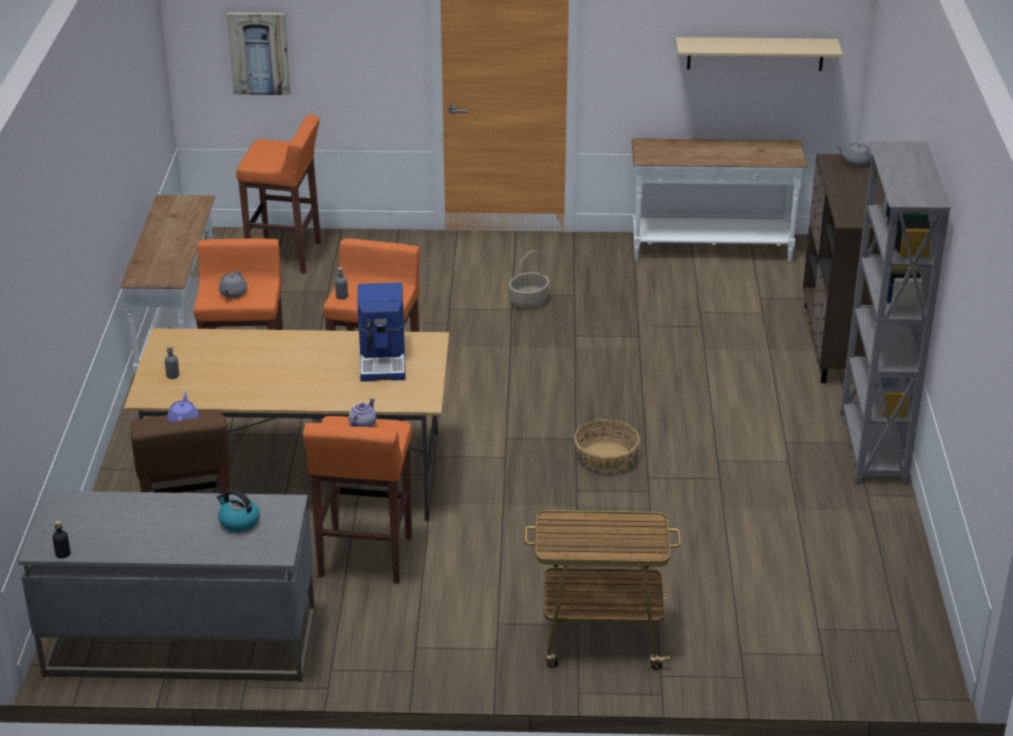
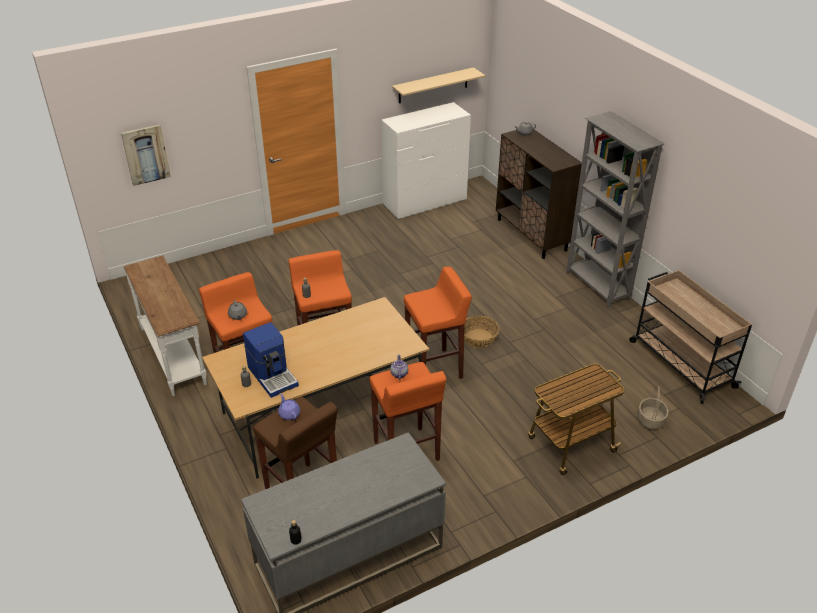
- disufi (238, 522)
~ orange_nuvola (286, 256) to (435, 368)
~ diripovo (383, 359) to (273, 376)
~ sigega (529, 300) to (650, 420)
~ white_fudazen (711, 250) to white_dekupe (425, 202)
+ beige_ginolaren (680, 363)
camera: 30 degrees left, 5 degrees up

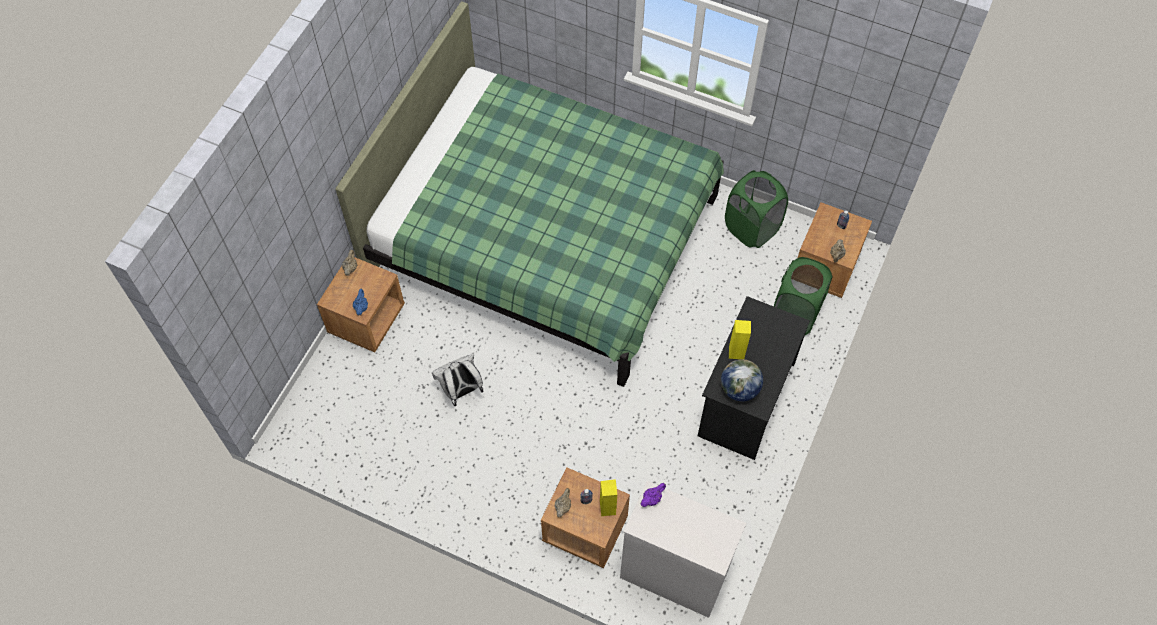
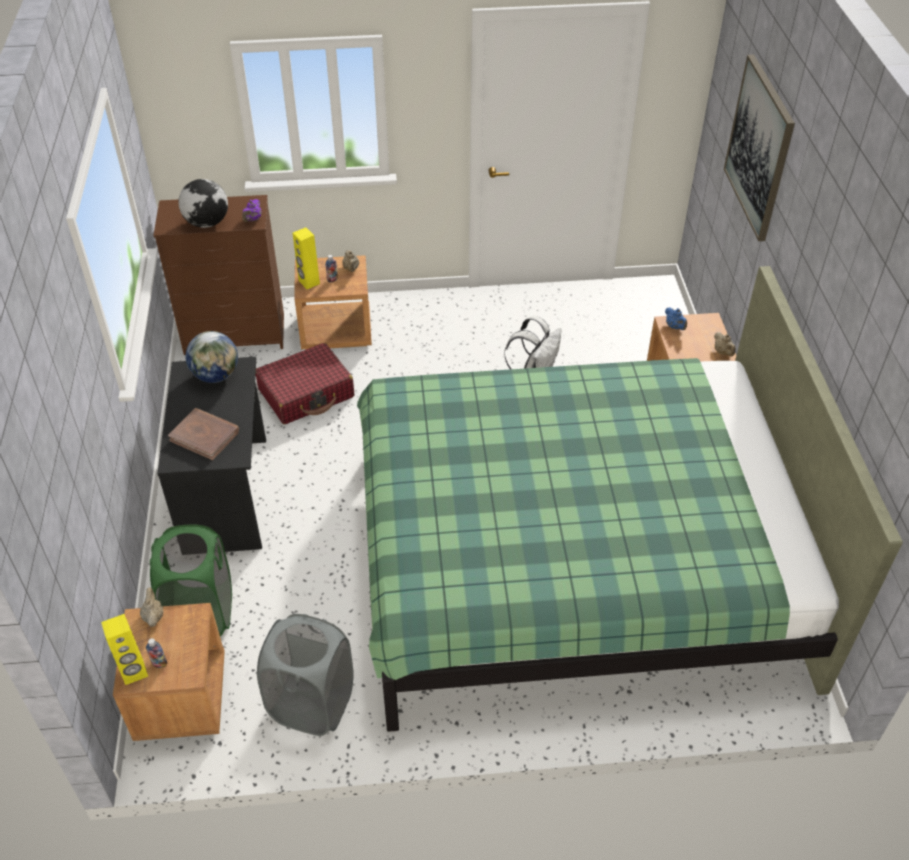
~ white_dekupe (673, 573) to brown_dekupe (236, 334)
~ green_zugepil (751, 228) to grey_zugepil (311, 704)
~ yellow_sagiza (736, 352) to (134, 672)
+ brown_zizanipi (205, 436)
+ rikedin (207, 223)
+ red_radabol (306, 393)
+ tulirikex (759, 147)
camera: 150 degrees right, 15 degrees down

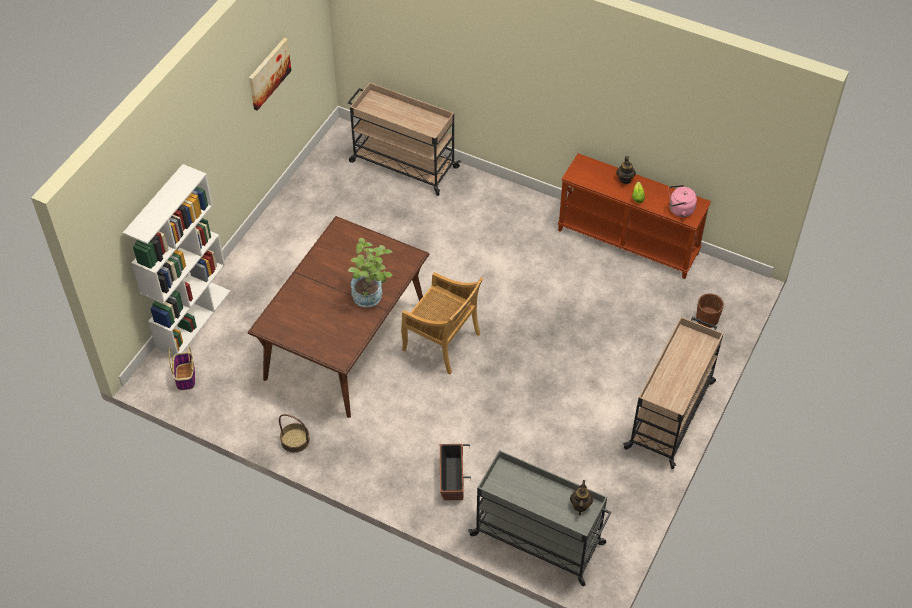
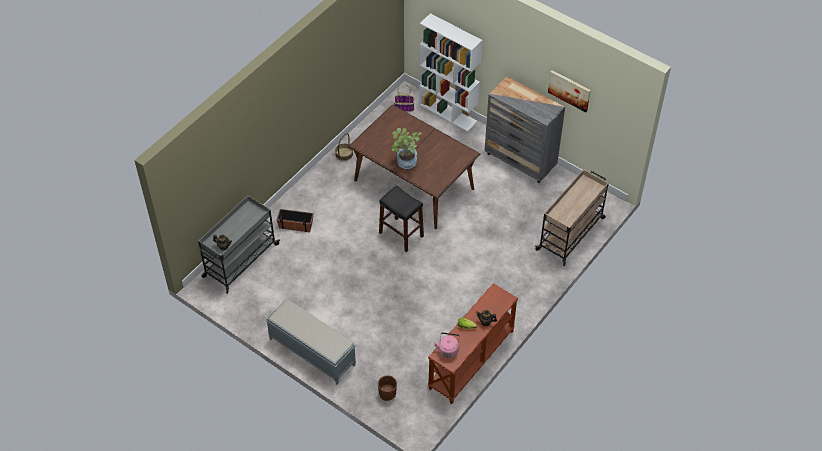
~ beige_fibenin (442, 343) to black_nuvola (401, 234)
~ beige_ginolaren (671, 414) to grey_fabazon (311, 351)
+ grey_dekupe (520, 160)
camera: 100 degrees right, 0 degrees up

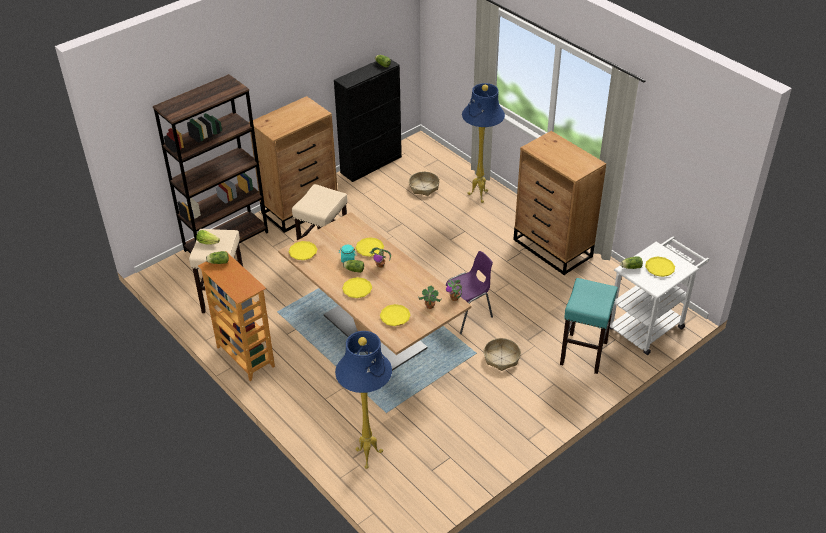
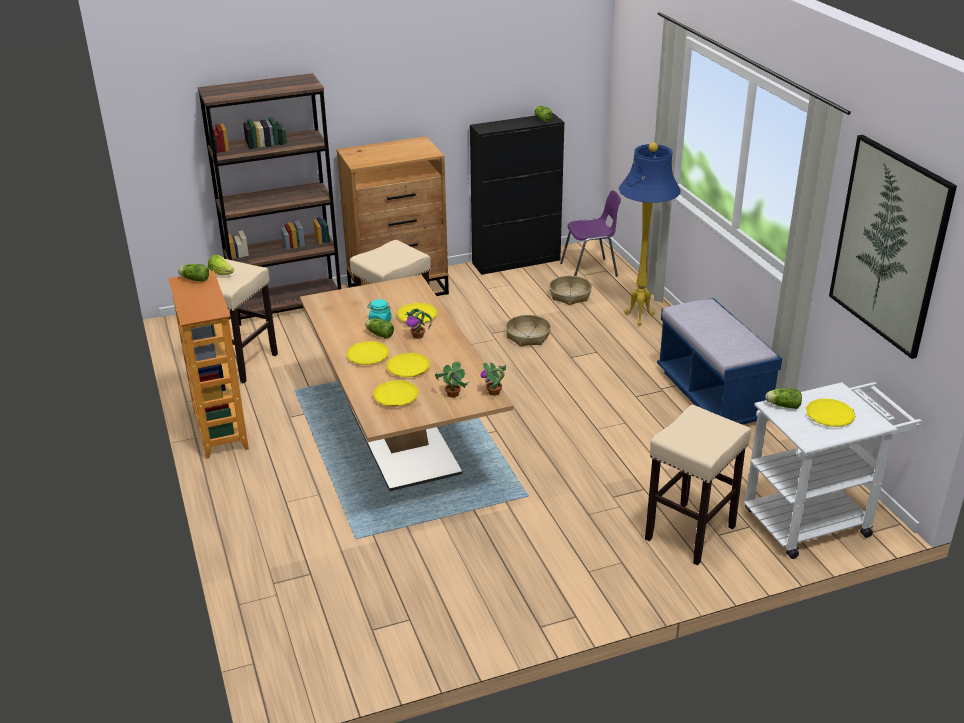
~ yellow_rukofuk (303, 252) to (408, 368)
- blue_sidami (369, 456)
~ purple_fibenin (467, 314) to (590, 270)
~ sigega (501, 358) to (528, 336)
~ brown_dekupe (553, 248) to blue_fabazon (712, 395)
~ turquoise_nuvola (583, 353) to beige_nuvola (689, 533)
+ tulirikex (889, 245)
camera: 20 degrees right, 10 degrees down

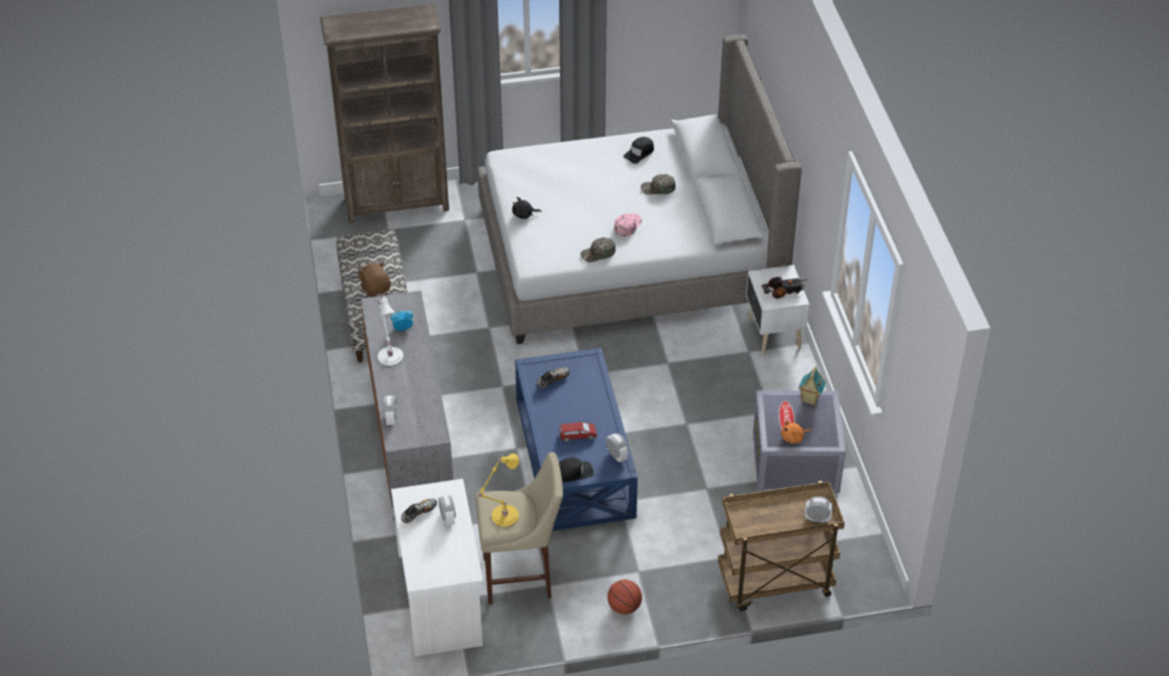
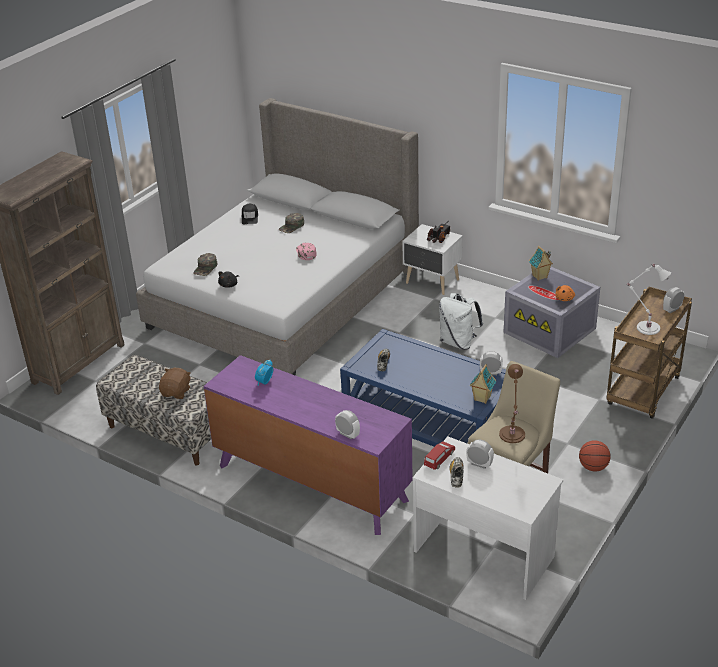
~ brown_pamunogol (375, 288) = (176, 392) 90 degrees clockwise
~ grey_dekupe (410, 442) to purple_dekupe (311, 482)
~ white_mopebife (390, 355) to (646, 327)
~ yellow_mopebife (503, 517) to brown_mopebife (512, 436)
~ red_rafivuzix (578, 435) to (439, 459)
~ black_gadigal (573, 472) to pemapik (481, 399)
~ green_gadigal (598, 253) to (205, 268)
+ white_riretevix (458, 342)
camera: 45 degrees left, 10 degrees down

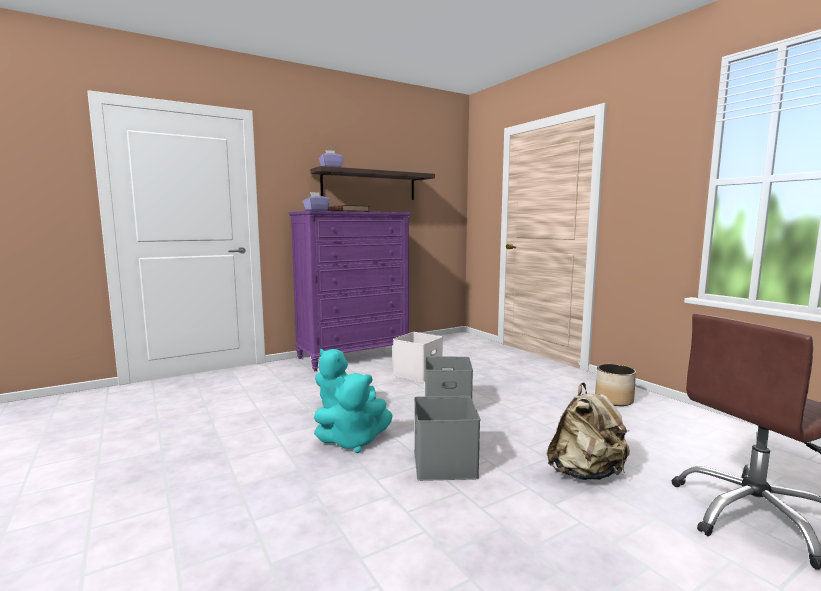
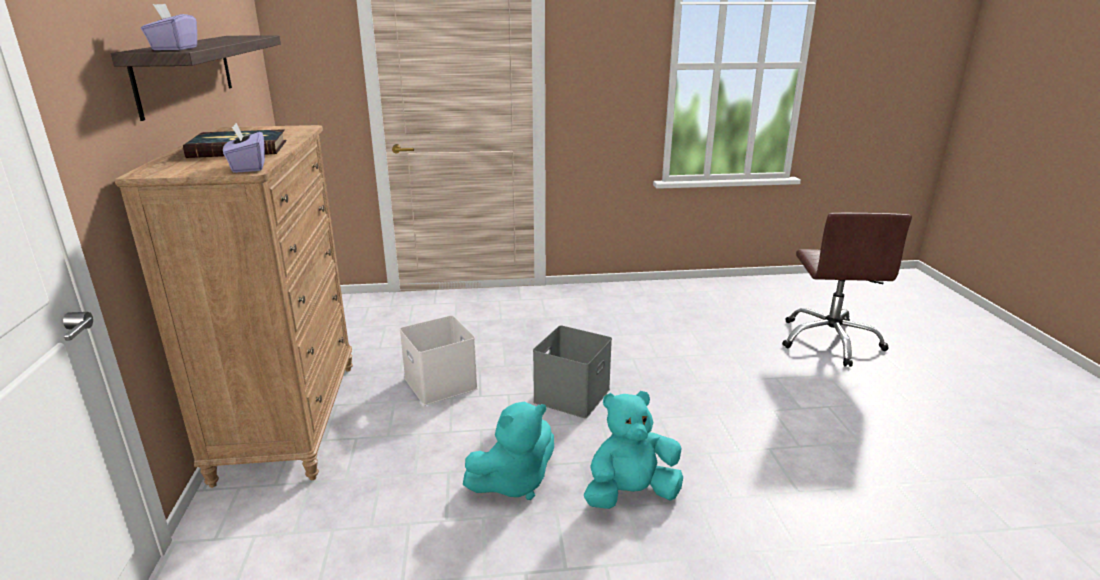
~ purple_dekupe (354, 356) to brown_dekupe (288, 419)
~ turquoise_pamunogol (353, 442) = (631, 494) 120 degrees counterclockwise
- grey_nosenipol (443, 462)
- beige_riretevix (586, 473)
- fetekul (614, 400)
camera: 65 degrees left, 15 degrees up

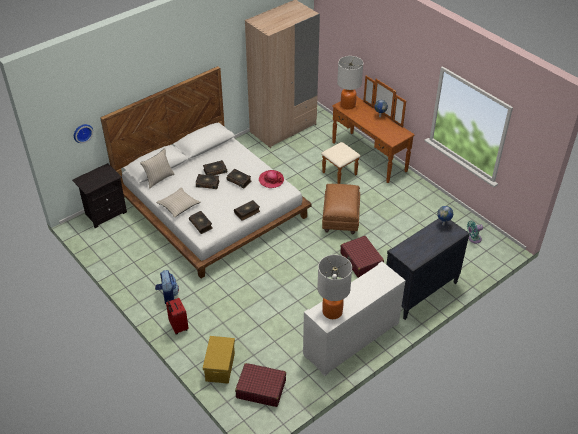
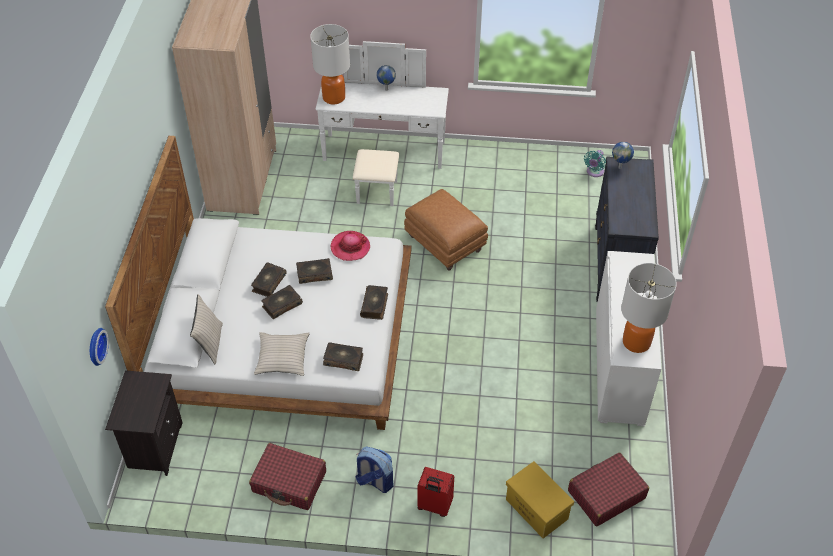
~ brown_dekupe (362, 161) to white_dekupe (383, 160)
~ red_radabol (361, 261) to (289, 482)
camera: 45 degrees left, 5 degrees up

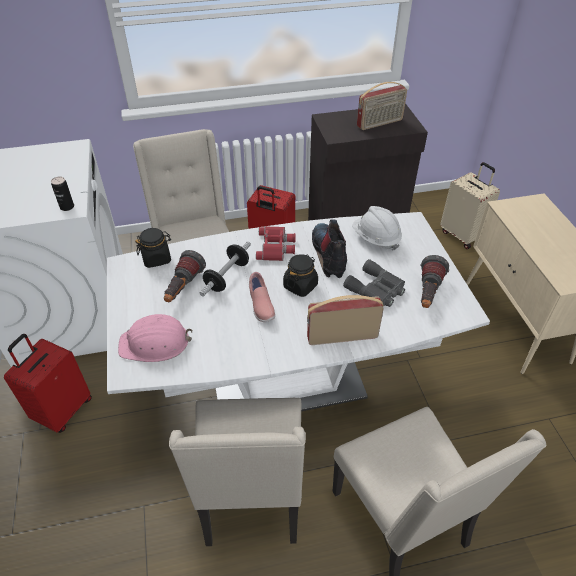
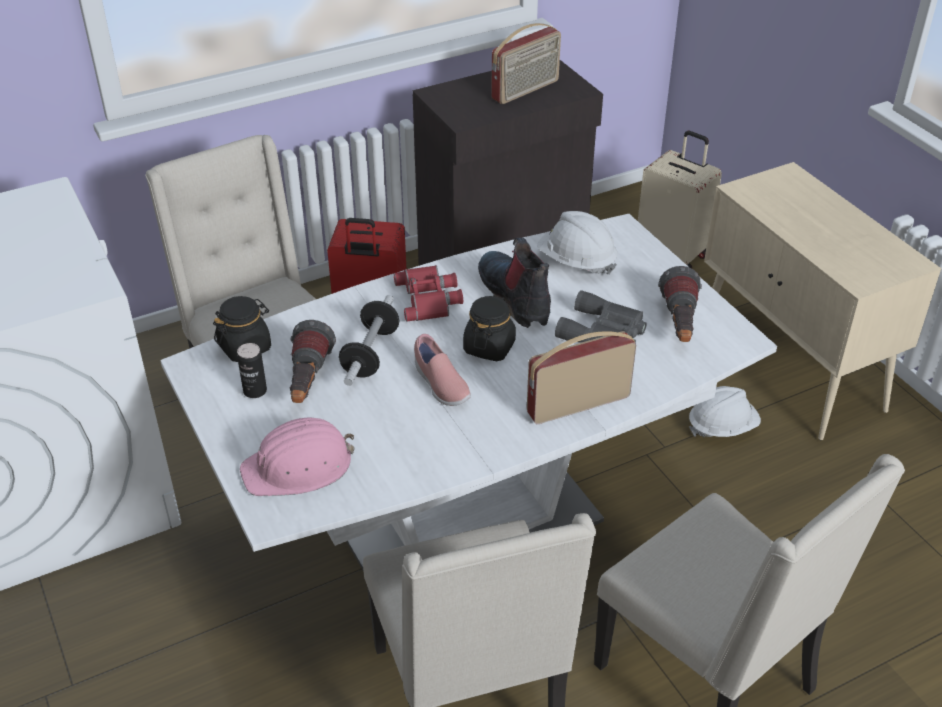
- red_radabol (62, 410)
~ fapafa (67, 207) to (255, 391)
+ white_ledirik (722, 427)
camera: 15 degrees left, 5 degrees down

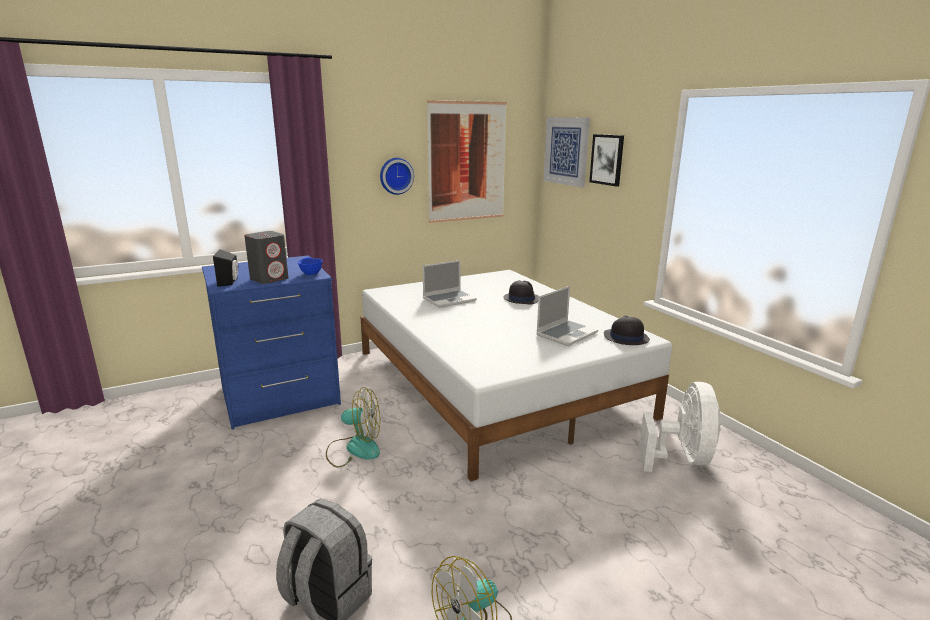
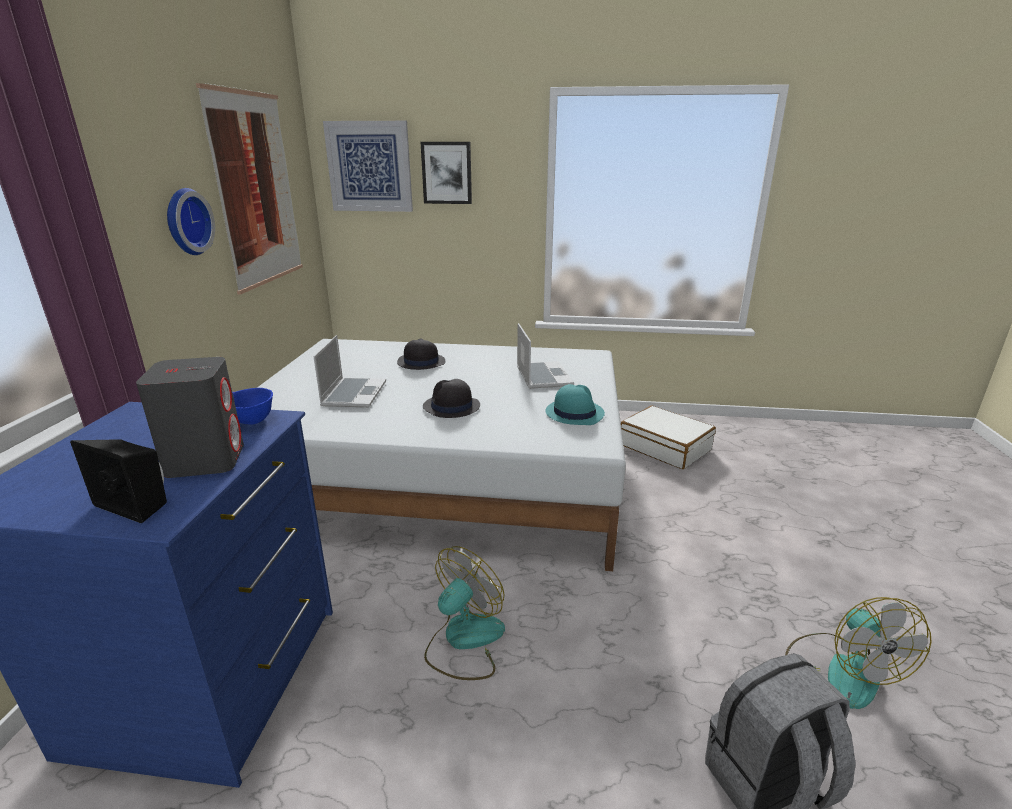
~ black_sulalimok (626, 337) to (451, 407)
~ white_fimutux (682, 458) to white_radabol (665, 447)
+ turquoise_sulalimok (574, 413)
camera: 55 degrees left, 5 degrees up

